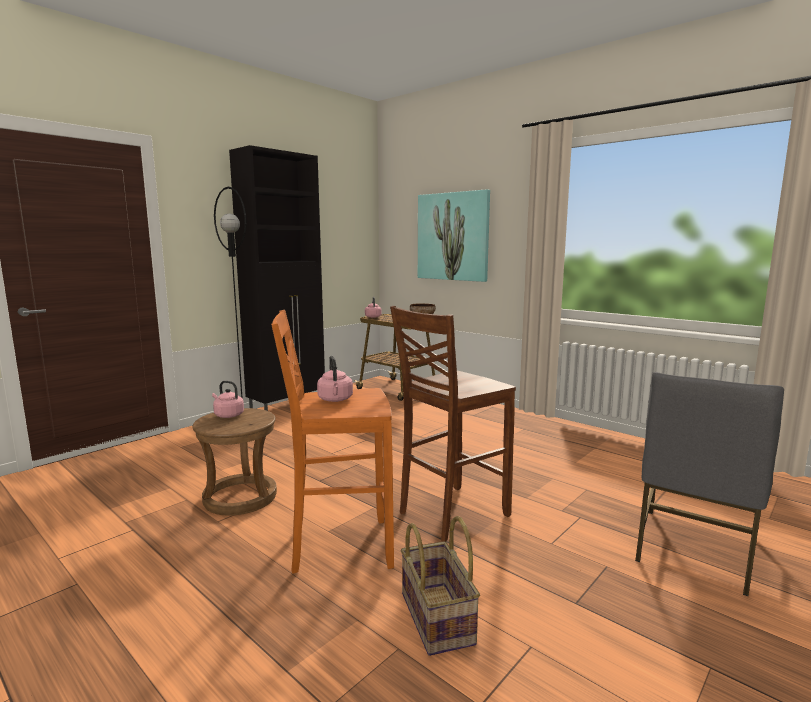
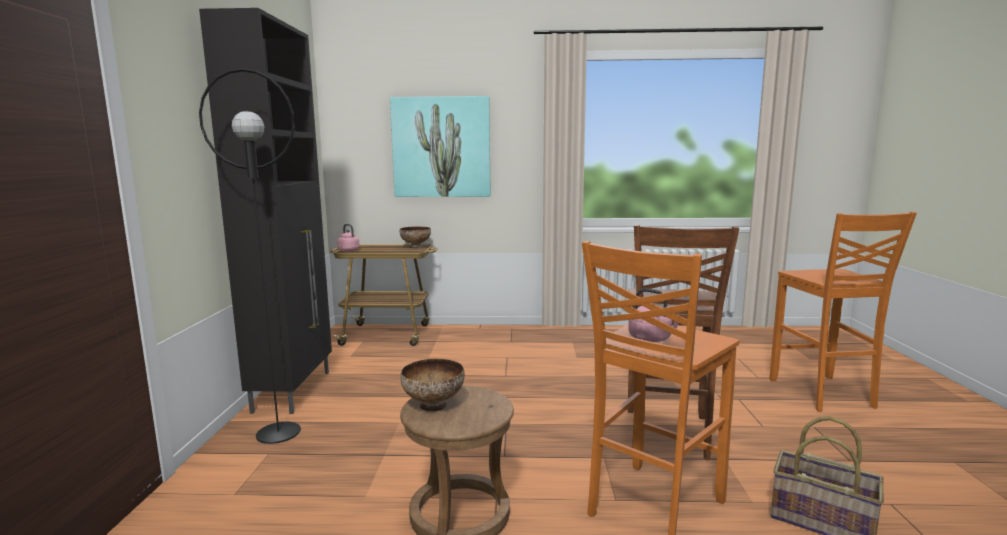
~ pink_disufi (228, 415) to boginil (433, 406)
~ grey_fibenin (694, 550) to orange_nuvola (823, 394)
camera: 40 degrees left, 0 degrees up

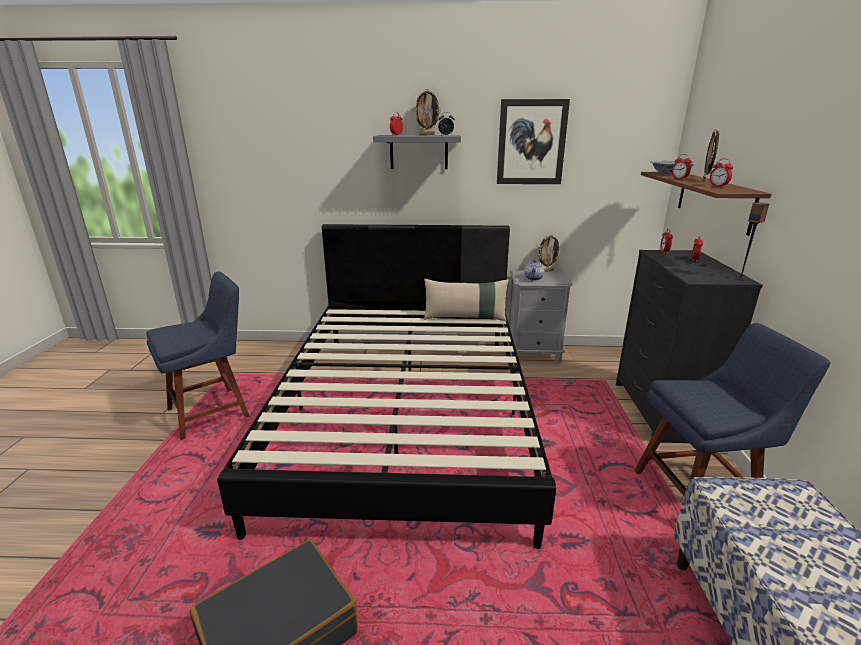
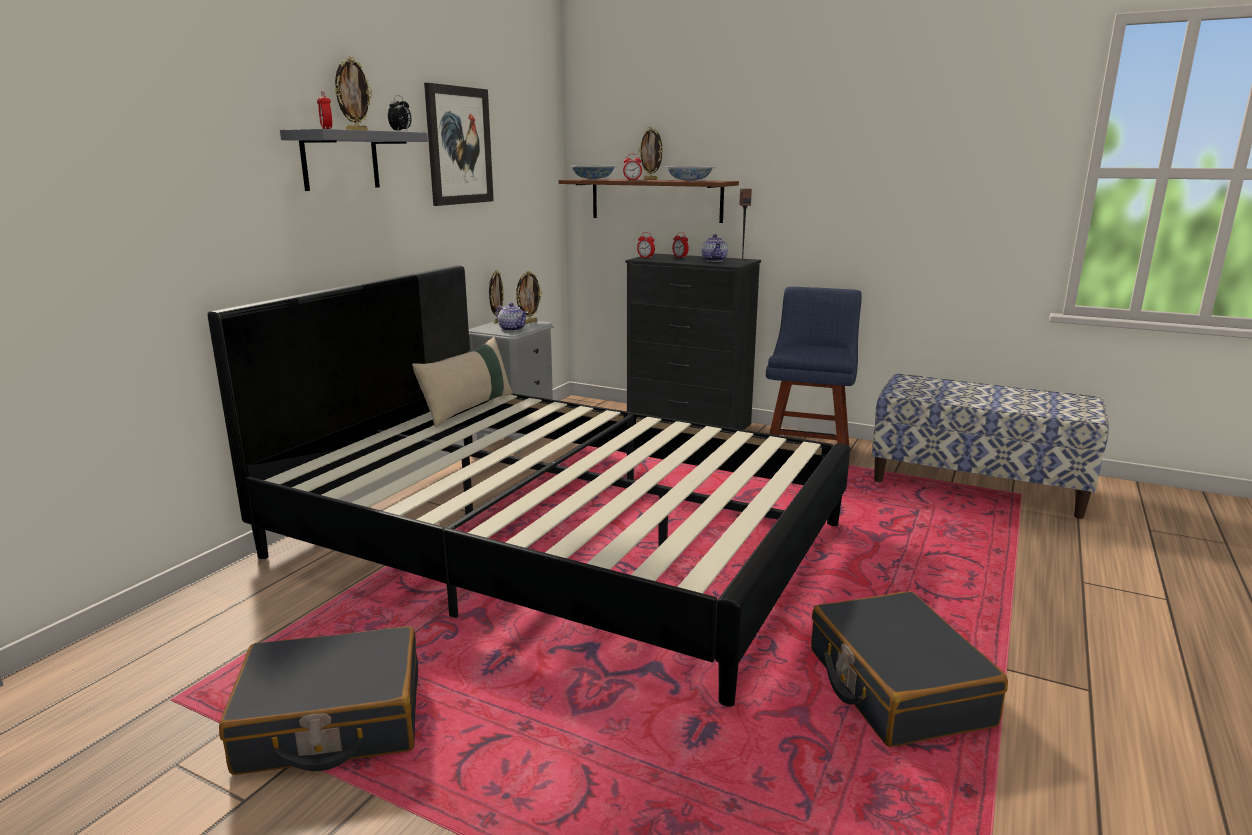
~ blue_fibenin (213, 411) to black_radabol (332, 721)
~ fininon (718, 186) to boginil (689, 180)
+ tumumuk (529, 322)
+ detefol (715, 260)
camera: 65 degrees left, 5 degrees down

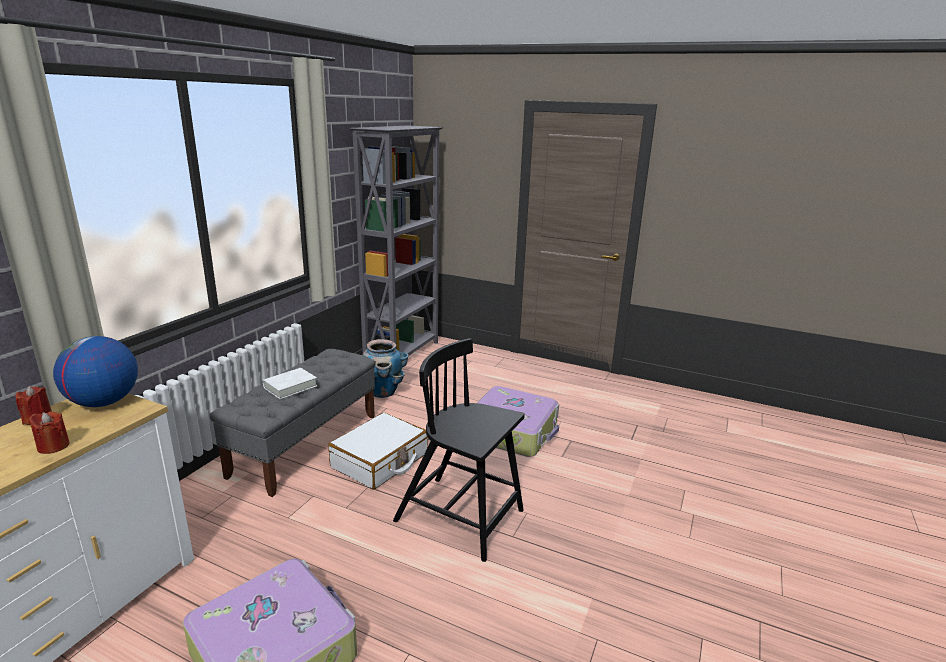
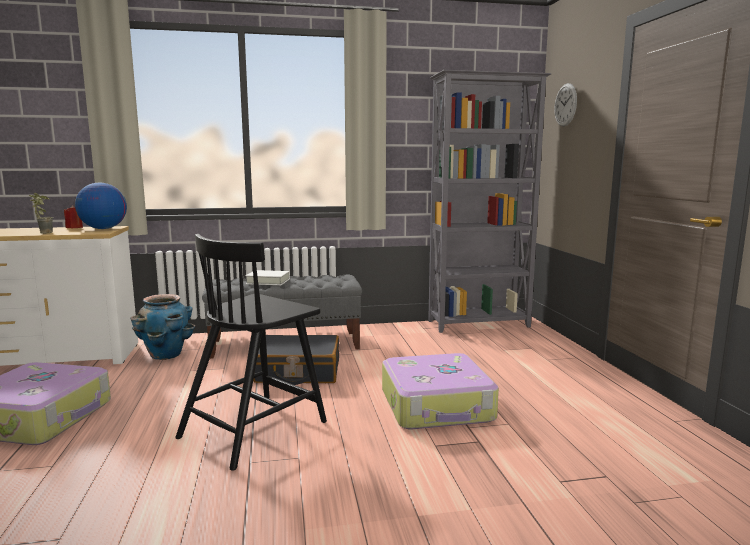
~ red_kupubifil (53, 446) to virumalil (43, 233)
~ white_radabol (380, 461) to black_radabol (298, 372)
~ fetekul (382, 392) to (166, 355)
~ black_fibenin (461, 517) = (255, 428) 135 degrees counterclockwise
+ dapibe (565, 105)
camera: 55 degrees right, 10 degrees down

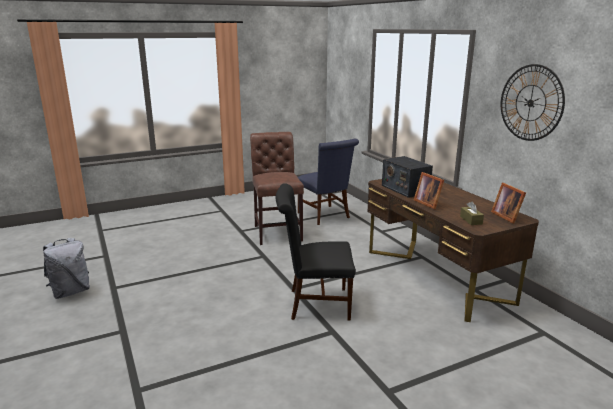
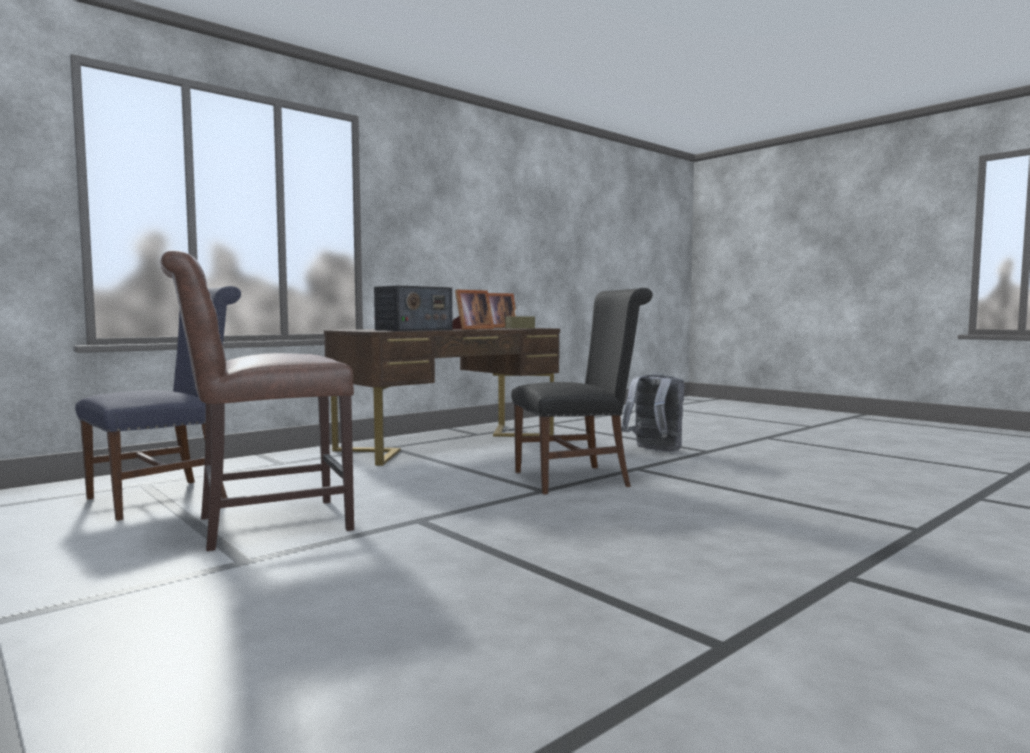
~ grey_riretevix (71, 292) to (654, 451)
~ black_fibenin (314, 304) = (578, 478) 90 degrees counterclockwise
- dapibe (530, 103)
camera: 105 degrees left, 15 degrees down

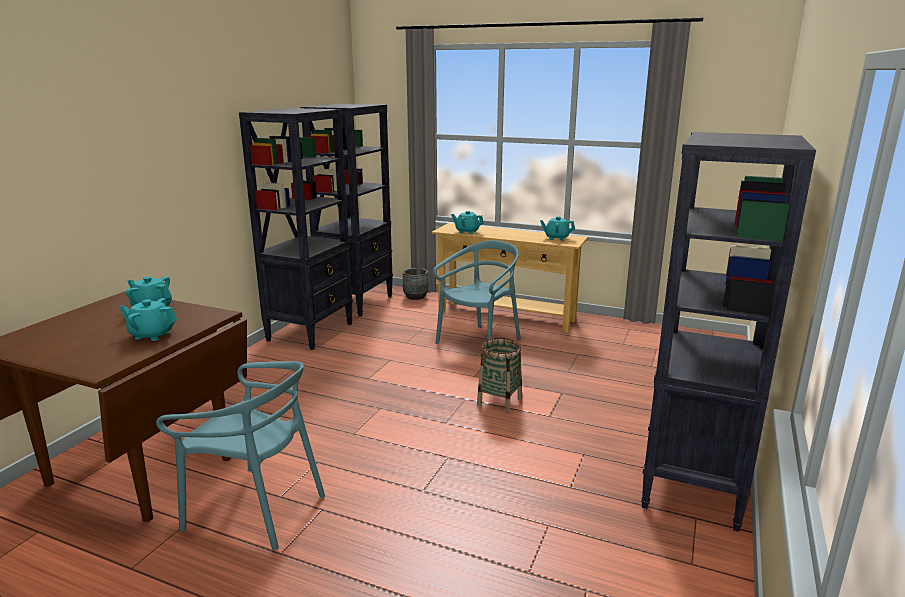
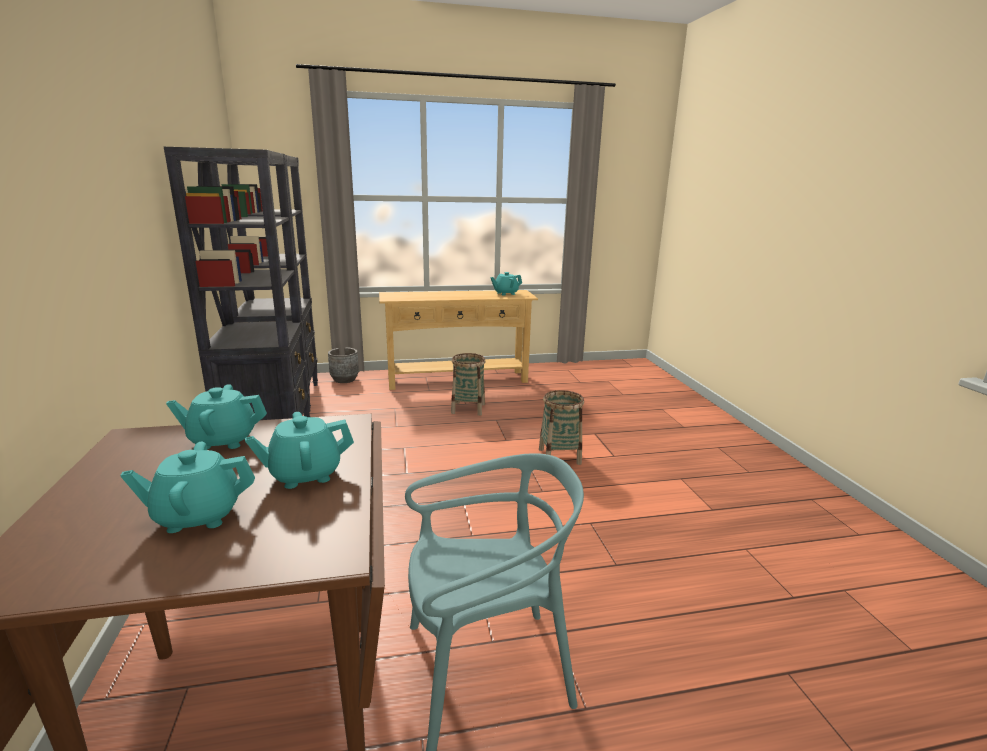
~ turquoise_fibenin (480, 343) to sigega (468, 408)
~ turquoise_detefol (467, 231) to (198, 516)
- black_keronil (692, 486)
camera: 35 degrees left, 0 degrees up

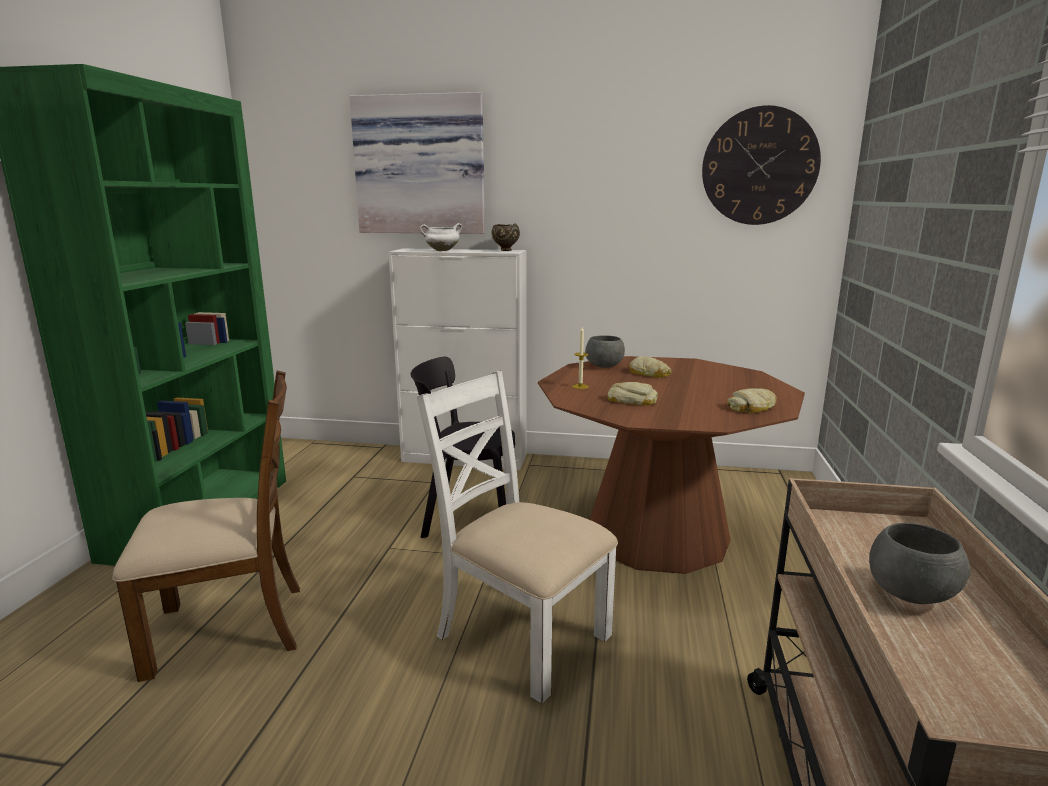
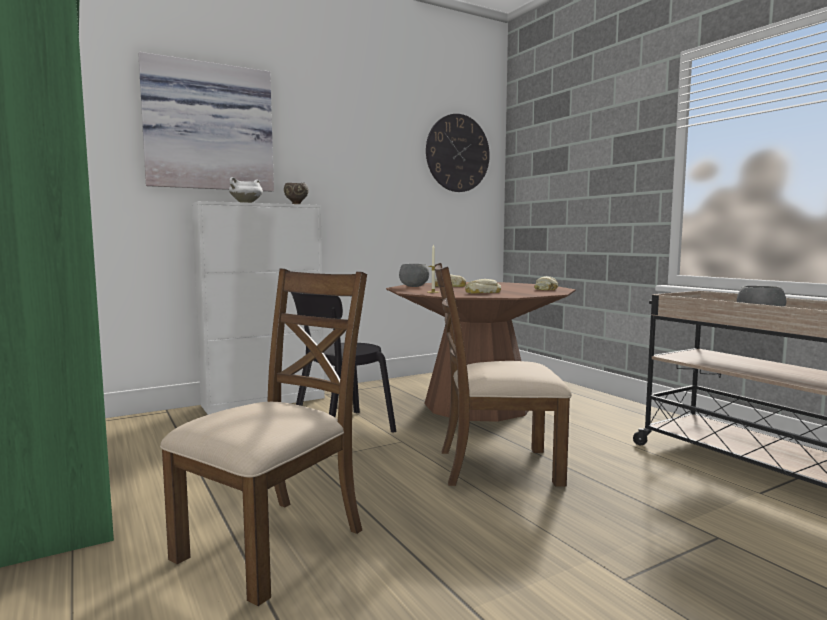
~ white_fibenin (521, 635) to brown_fibenin (496, 466)
camera: 40 degrees left, 10 degrees down

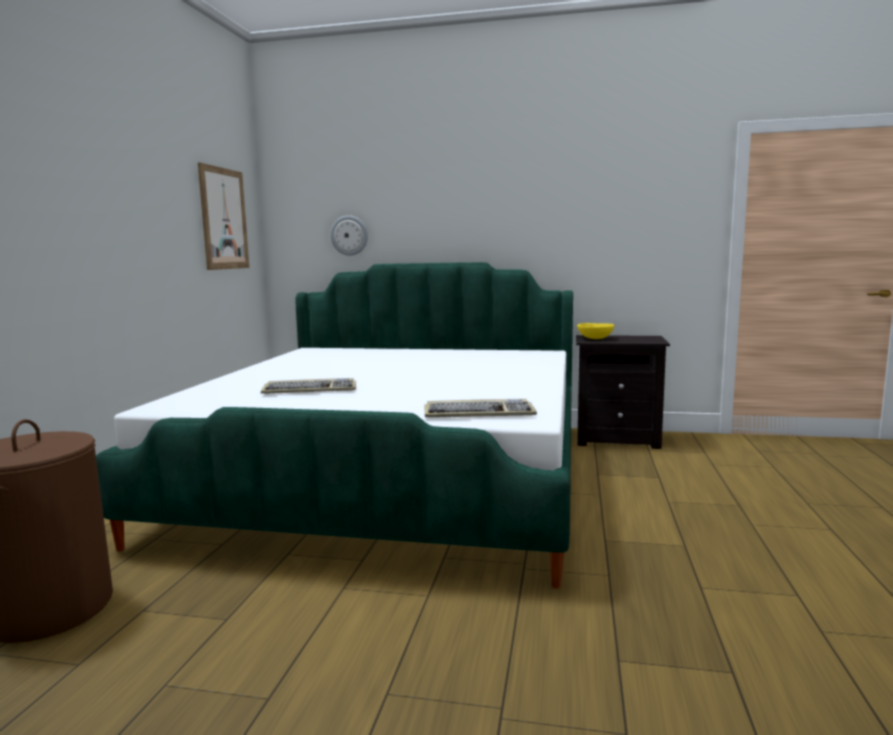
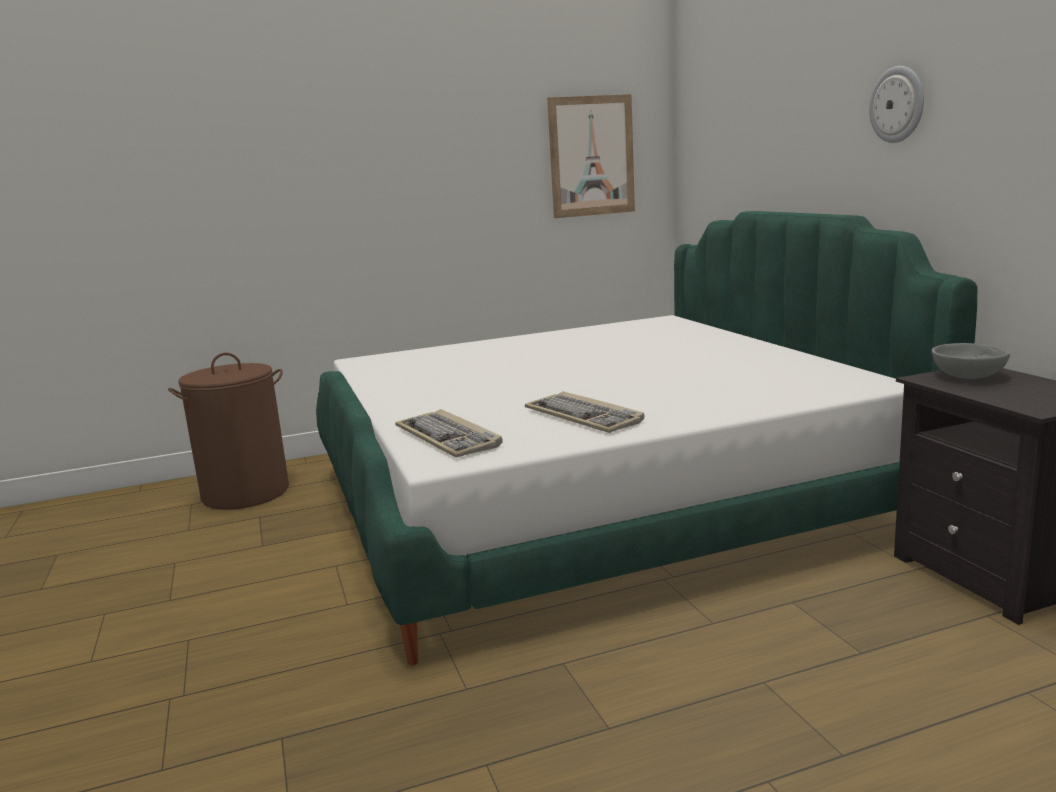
~ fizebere (311, 390) to (585, 417)
~ dapibe (349, 235) to (897, 104)
~ yellow_boginil (595, 338) to grey_boginil (969, 377)
camera: 60 degrees right, 5 degrees up

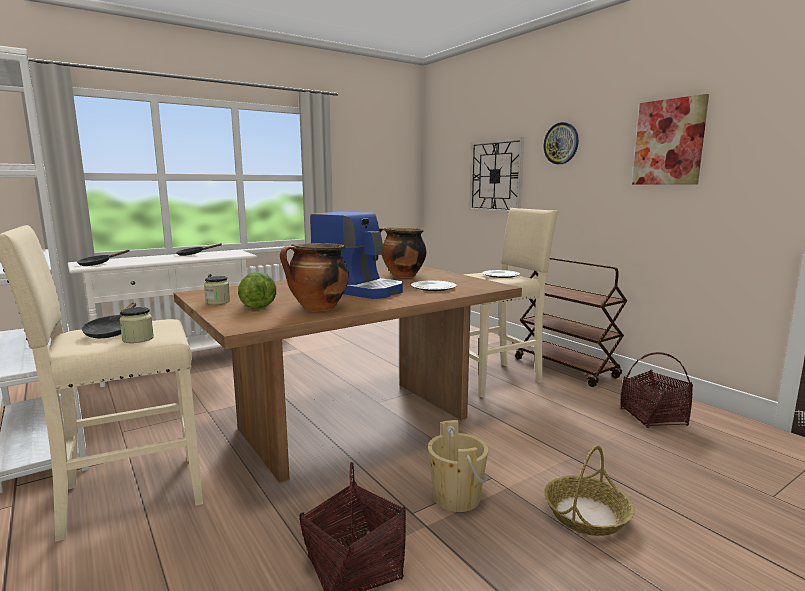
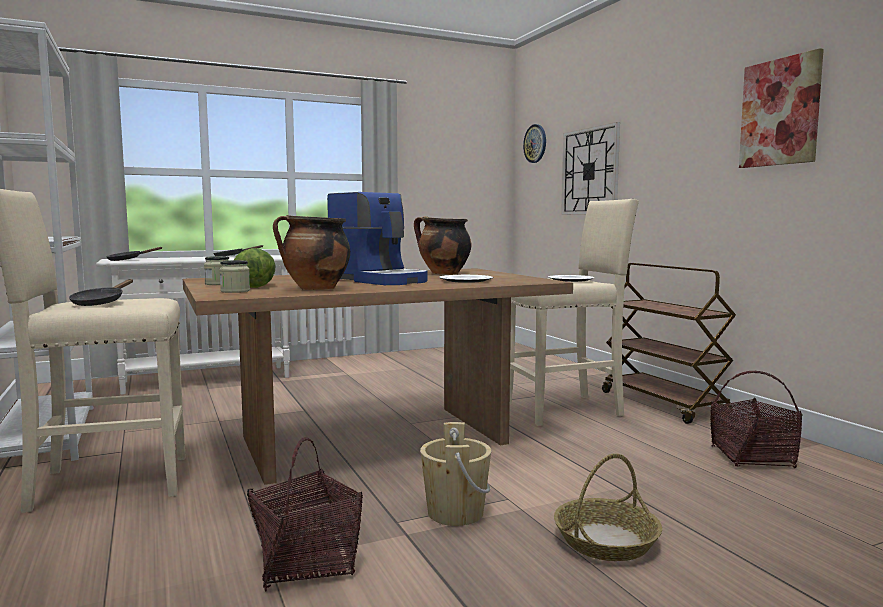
~ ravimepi (138, 339) to (235, 291)
~ dapibe (561, 143) to (535, 143)
camera: 10 degrees right, 5 degrees down

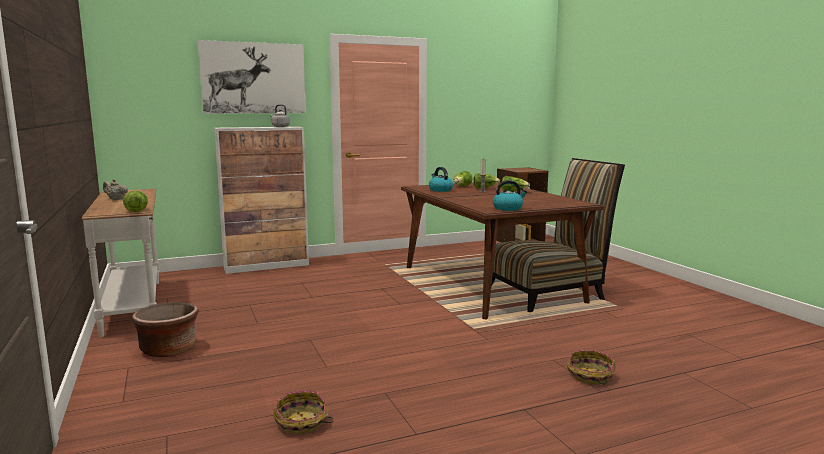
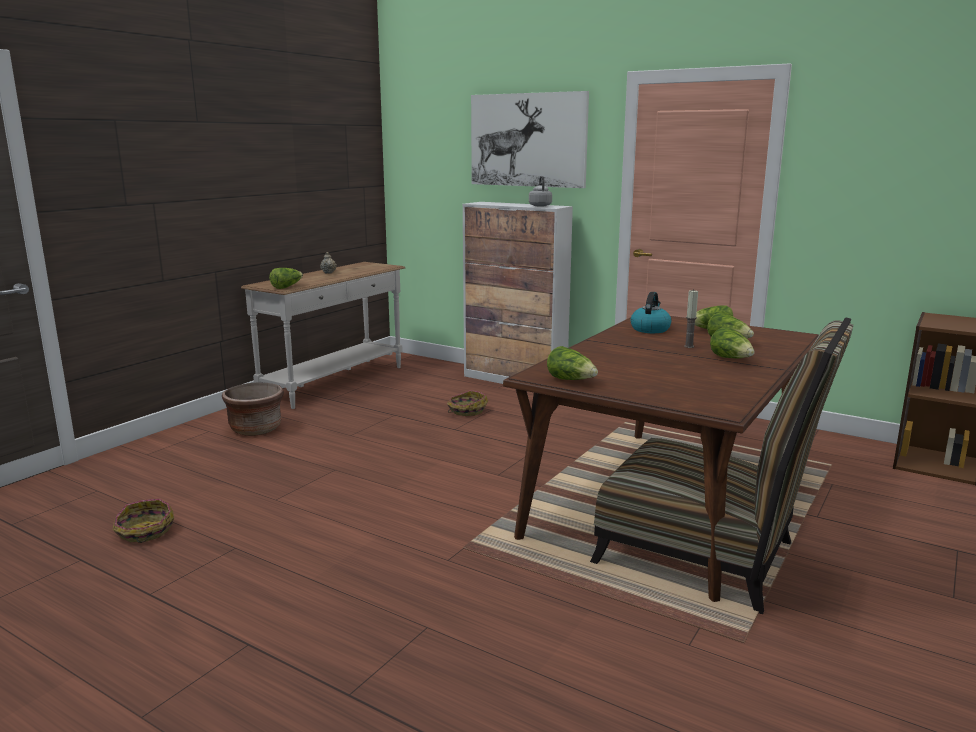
~ disufi (508, 208) to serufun (571, 380)
~ sigega (590, 376) to (466, 410)
camera: 55 degrees right, 5 degrees up

